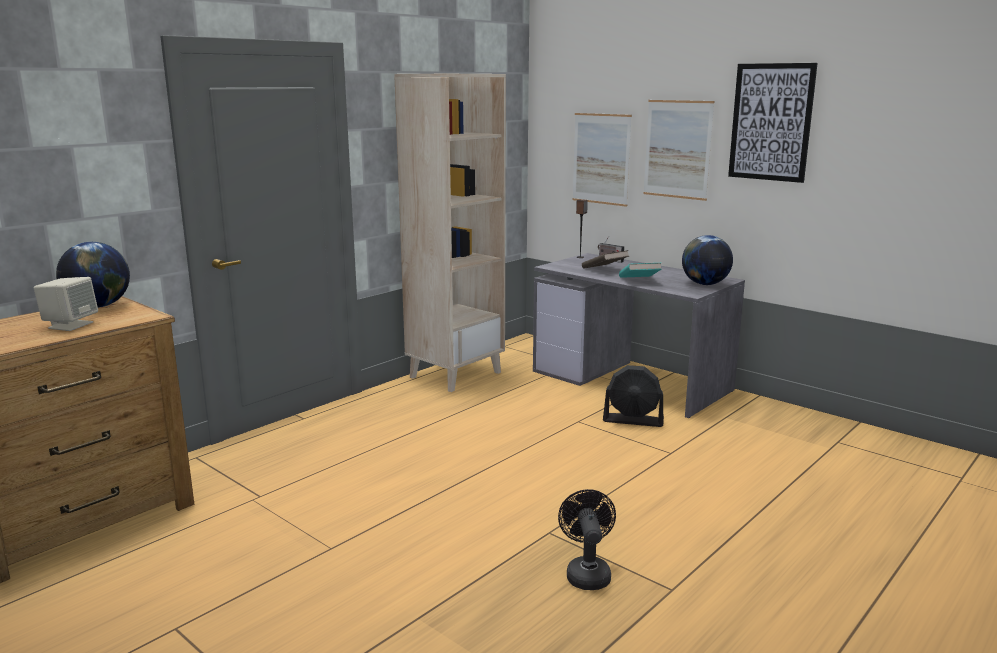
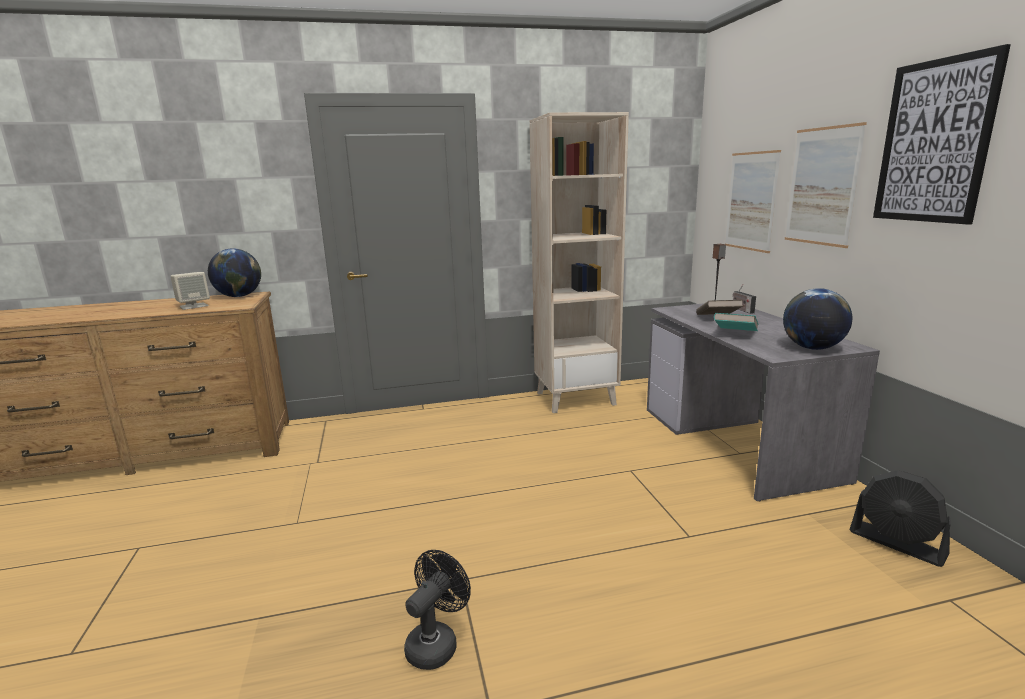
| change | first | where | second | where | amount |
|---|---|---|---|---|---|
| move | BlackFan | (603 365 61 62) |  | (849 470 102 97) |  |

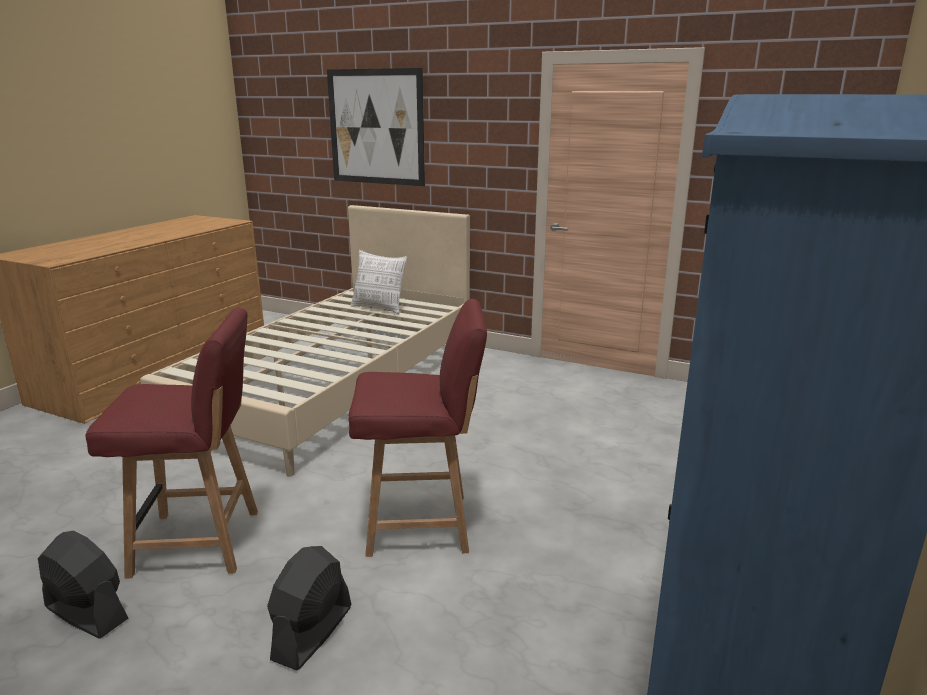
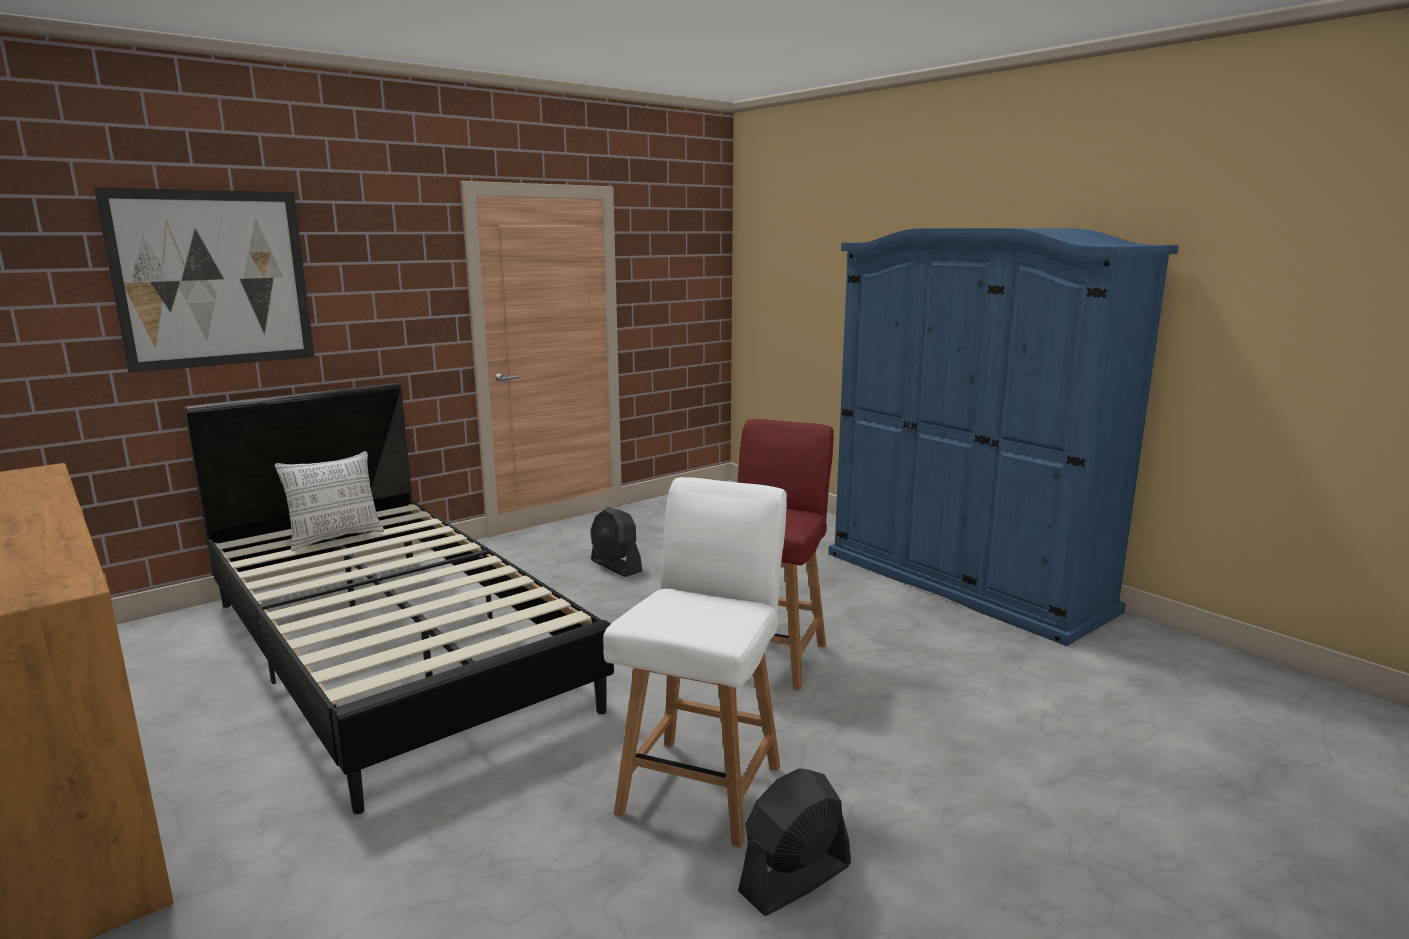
| change | first | where | second | where | amount |
|---|---|---|---|---|---|
| recolor | BeigeBed | (140 205 330 272) | BlackBed | (184 383 430 431) |  |
| recolor | RedChair | (86 308 172 271) | WhiteChair | (603 477 184 371) |  |
| move | BlackFan | (267 546 84 124) |  | (591 507 51 70) |  |

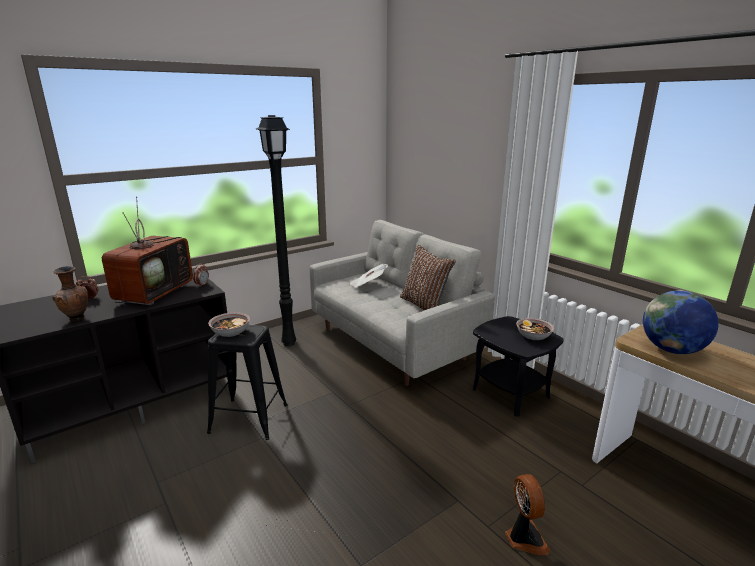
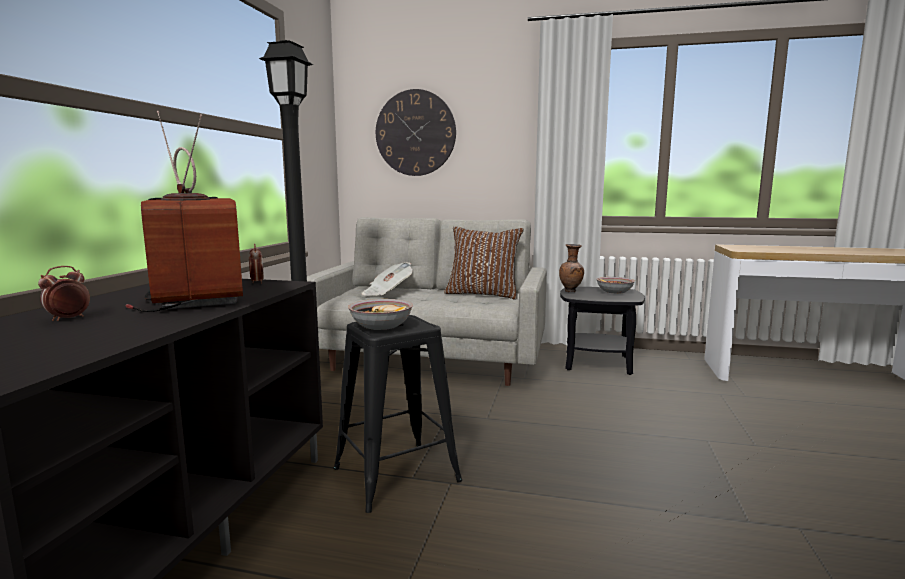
| change | first | where | second | where | amount |
|---|---|---|---|---|---|
| move | BrownVase | (52 266 36 55) |  | (559 244 25 48) |  |
| delete | Globe | (643 290 76 64) |  |  |  |
| delete | Fan | (505 474 46 81) |  |  |  |
| insert |  |  | WallClock | (376 89 80 87) |  |

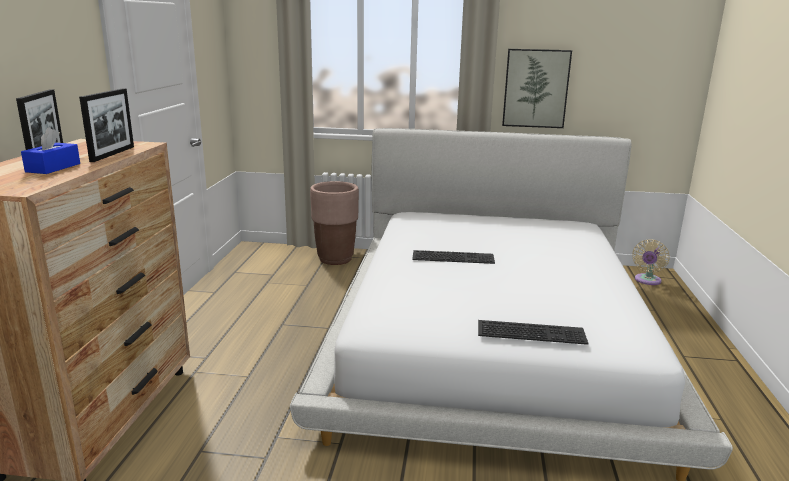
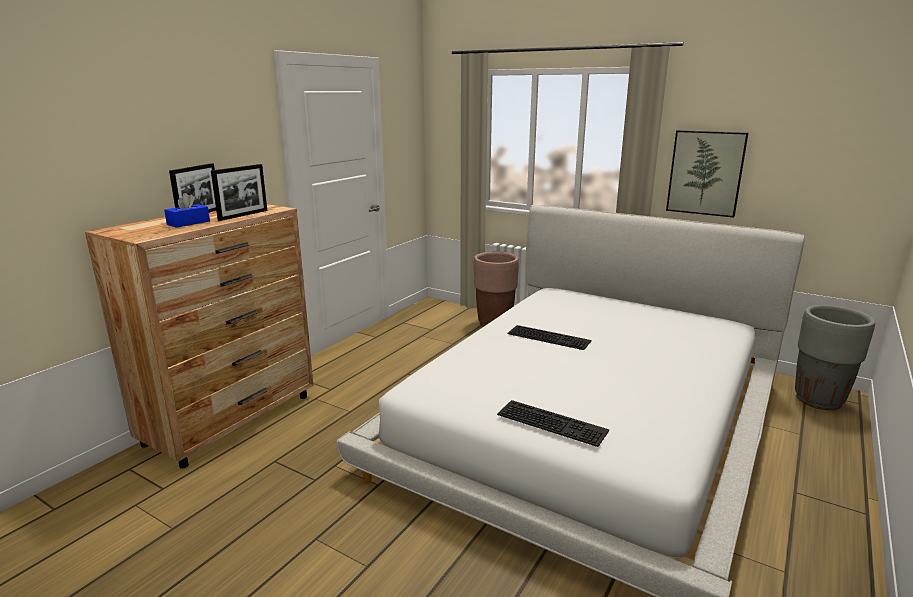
| change | first | where | second | where | amount |
|---|---|---|---|---|---|
| replace | BeigeFan | (632 239 38 46) | GreyPlanter | (795 305 80 105) |  |

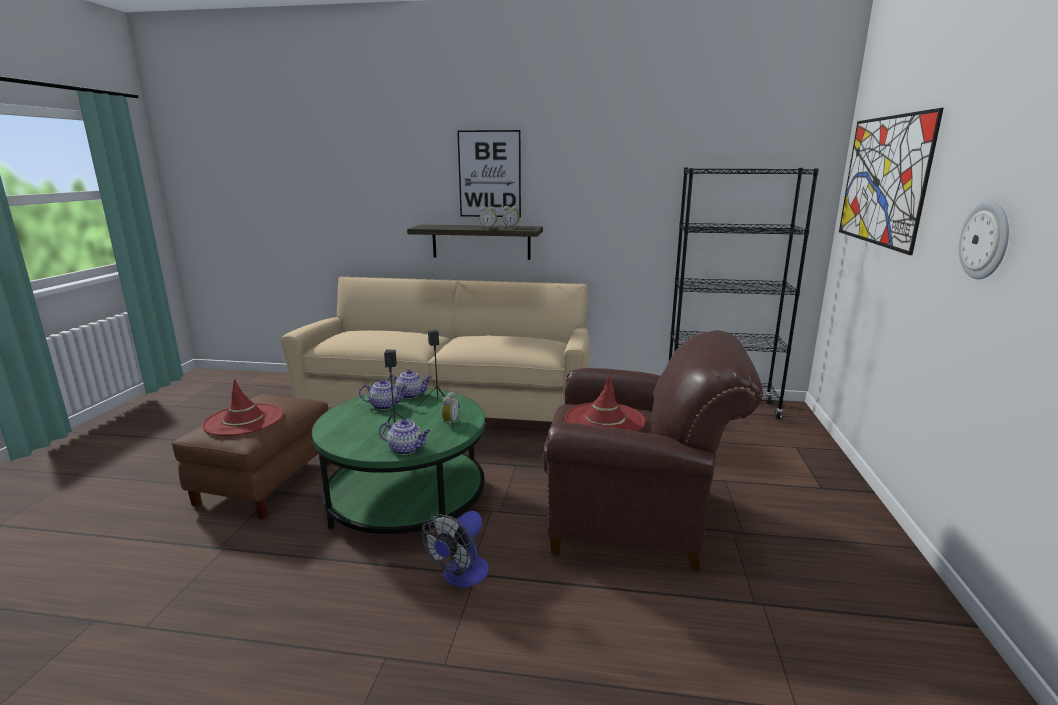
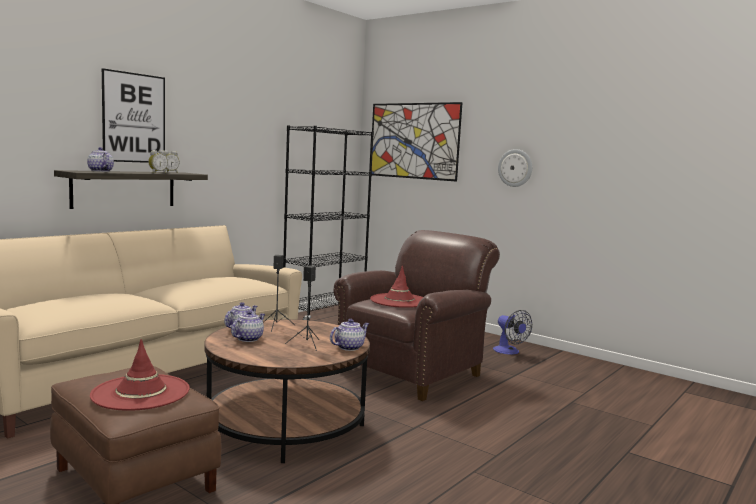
| change | first | where | second | where | amount |
|---|---|---|---|---|---|
| recolor | GreenCoffeeTable | (312 389 173 145) | BrownCoffeeTable | (204 319 166 144) |  |
| delete | AlarmClock | (441 392 18 35) |  |  |  |
| move | Fan | (422 511 67 76) |  | (493 310 39 45) |  |
| insert |  |  | Teapot | (87 147 27 25) |  |

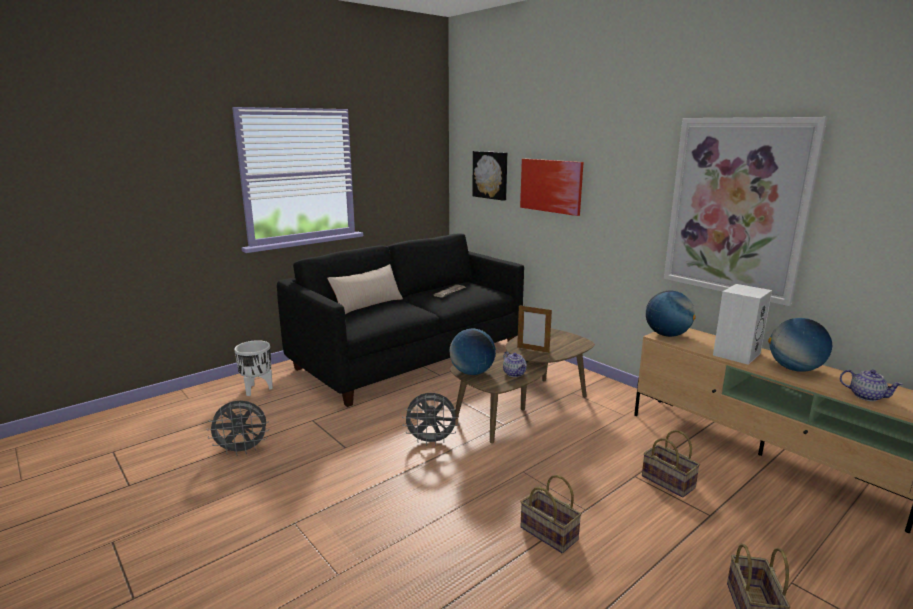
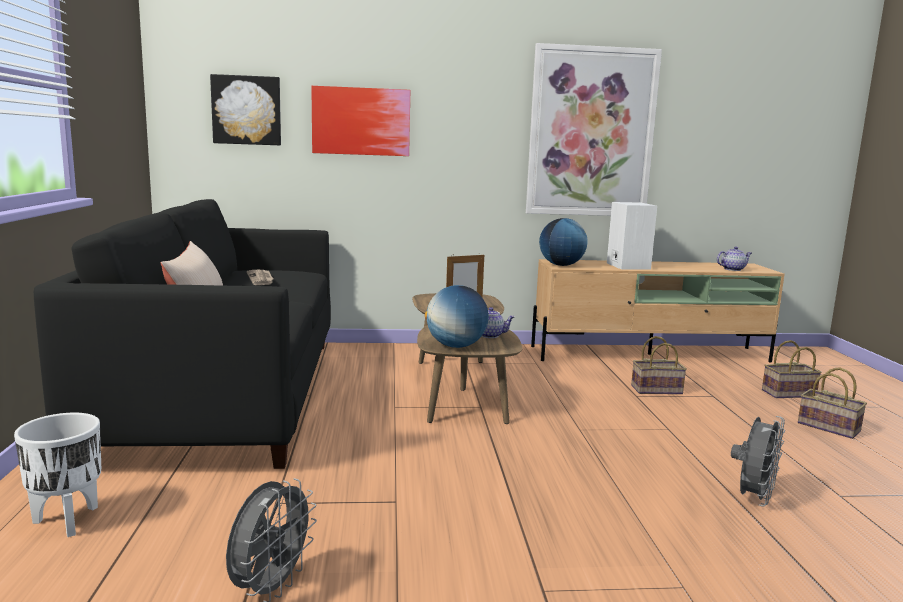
| change | first | where | second | where | amount |
|---|---|---|---|---|---|
| delete | Globe | (768 318 64 54) |  |  |  |
| move | GreyFan | (402 393 57 53) |  | (731 416 54 90) |  |
| move | Basket | (520 475 62 78) |  | (762 340 60 58) |  |

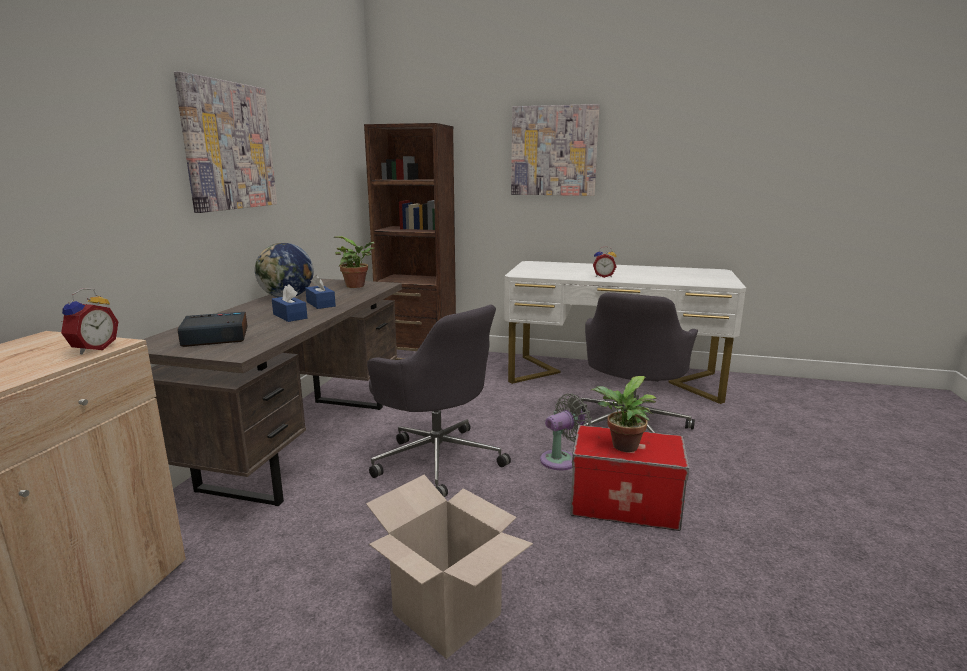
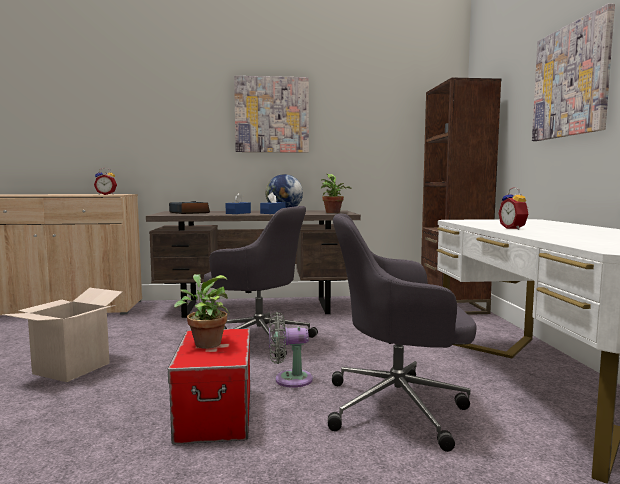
| change | first | where | second | where | amount |
|---|---|---|---|---|---|
| rotate | GreyOfficeChair | (367 305 144 192) |  | (204 206 114 153) | 90 degrees counterclockwise |
| rotate | GreyFan | (540 393 52 77) |  | (269 312 44 76) | 135 degrees clockwise |

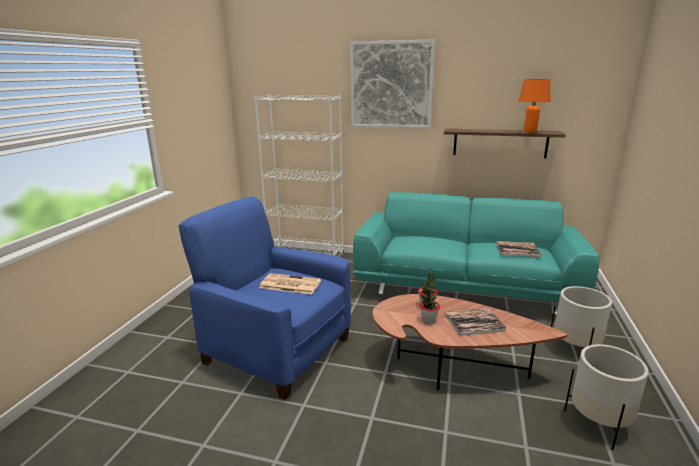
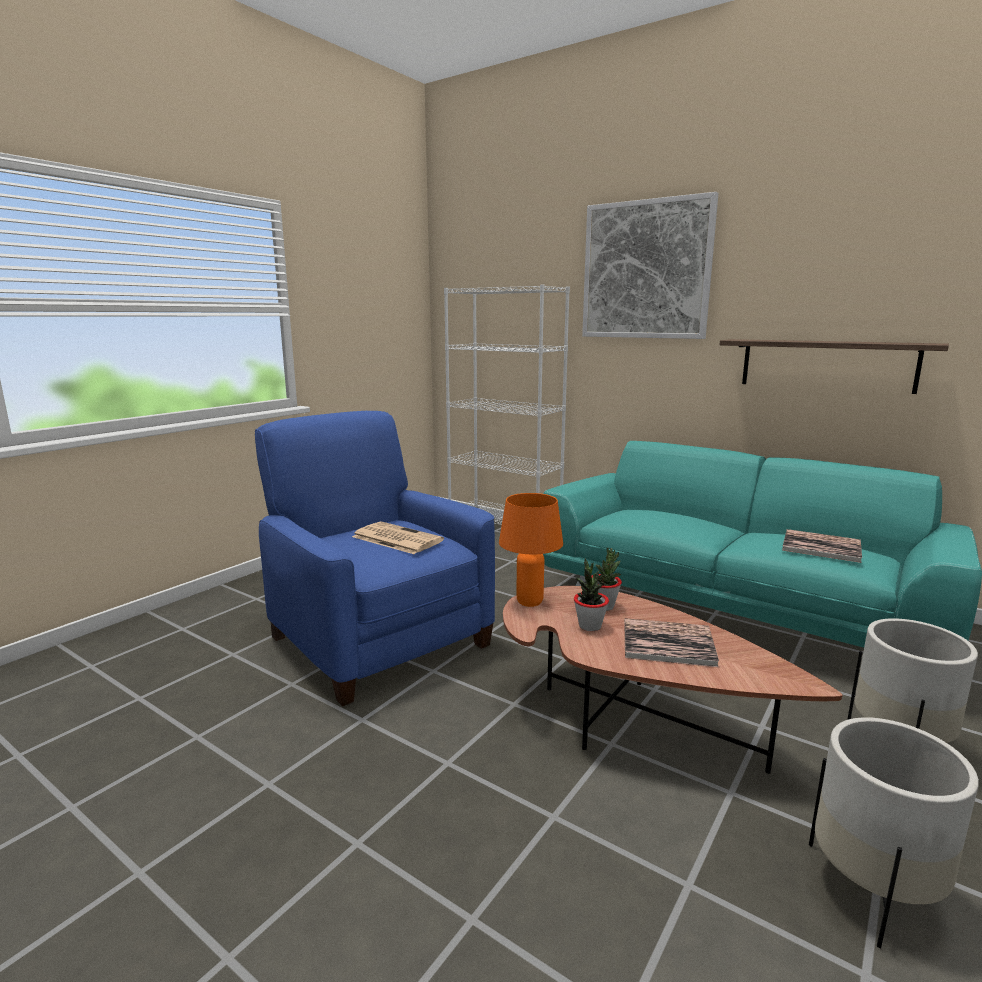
| change | first | where | second | where | amount |
|---|---|---|---|---|---|
| move | OrangeTableLamp | (519 79 32 54) |  | (499 493 64 114) |  |

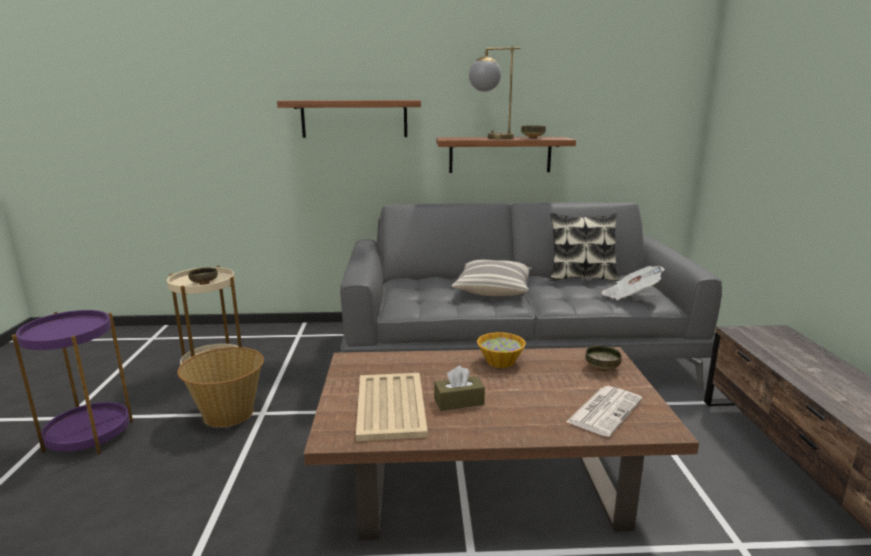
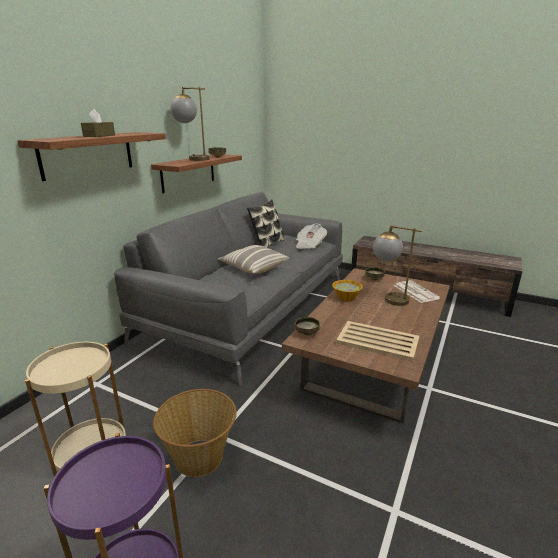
| change | first | where | second | where | amount |
|---|---|---|---|---|---|
| move | Bowl | (188 267 30 18) |  | (295 317 25 19) |  |
| move | BrownTissueBox | (434 366 51 45) |  | (81 109 34 28) |  |
| insert |  |  | TableLamp | (373 225 49 81) |  |

